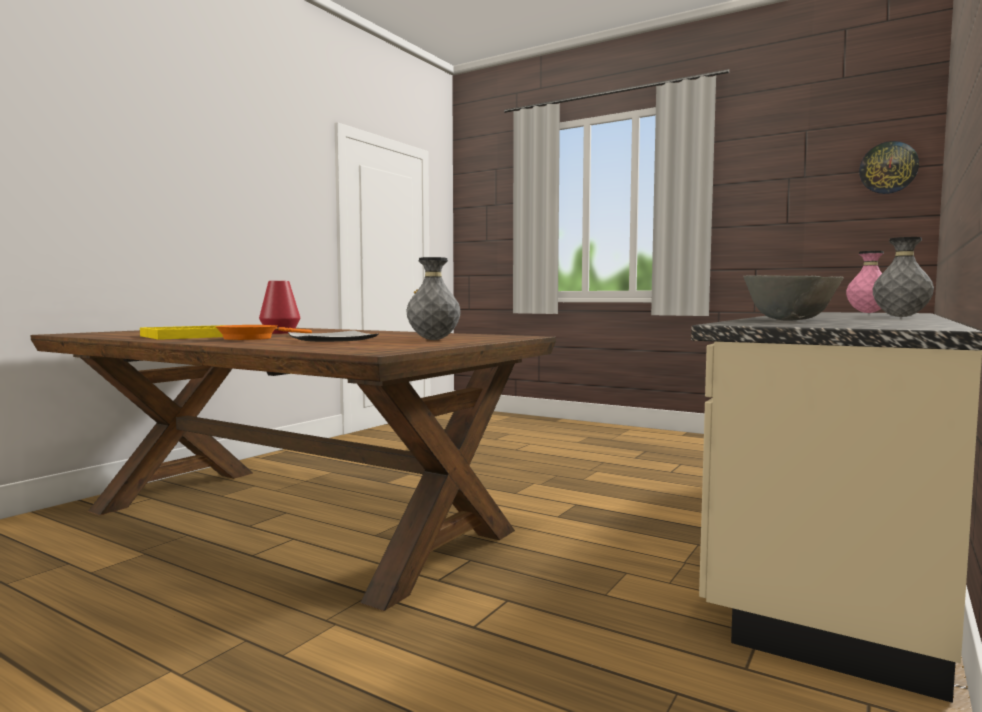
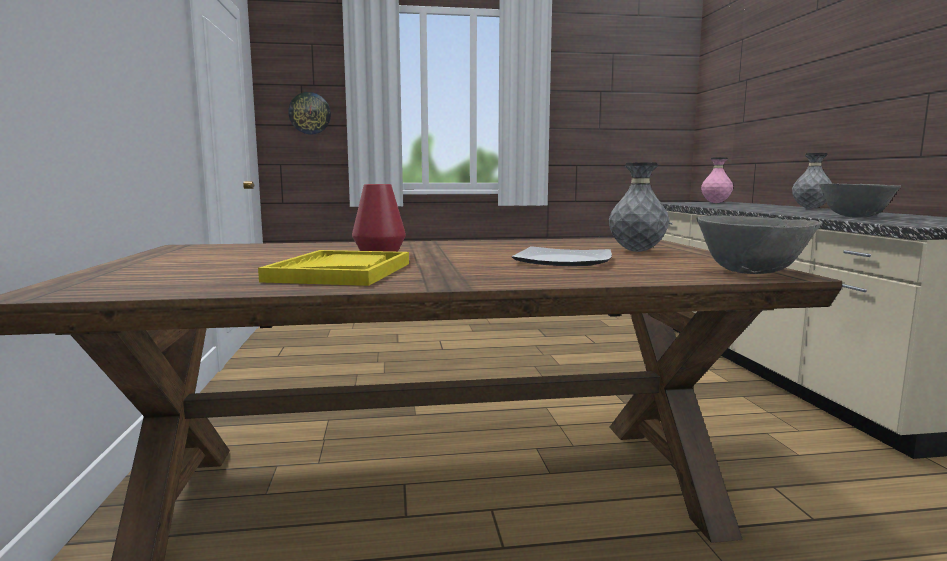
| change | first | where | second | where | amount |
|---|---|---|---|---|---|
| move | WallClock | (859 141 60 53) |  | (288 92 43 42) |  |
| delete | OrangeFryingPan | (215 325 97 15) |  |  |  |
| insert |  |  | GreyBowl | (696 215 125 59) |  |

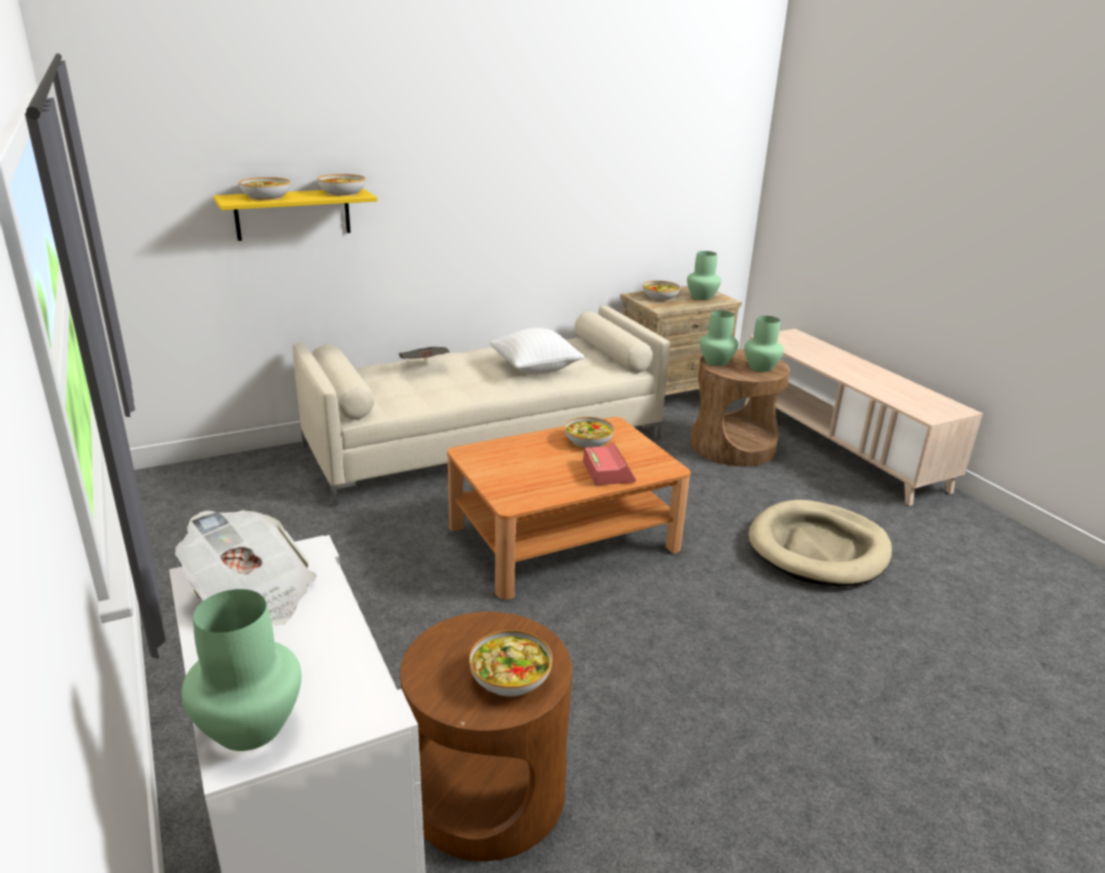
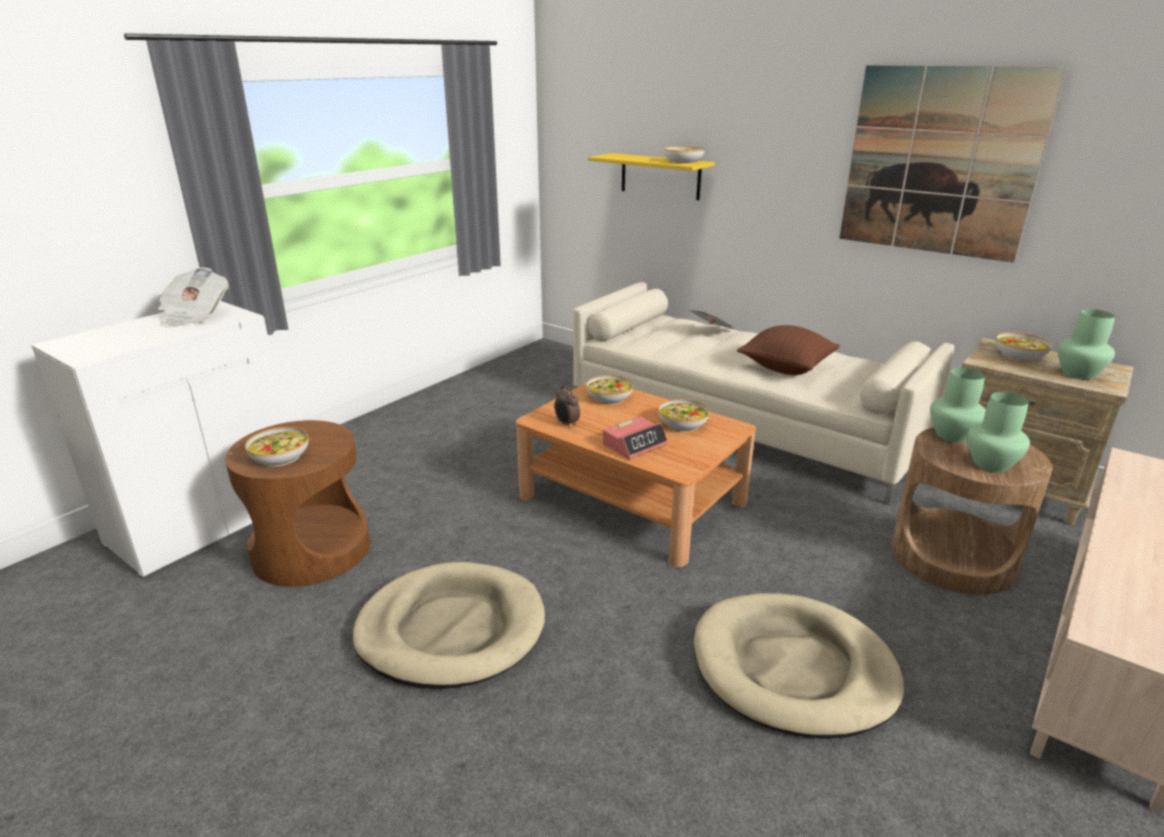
| change | first | where | second | where | amount |
|---|---|---|---|---|---|
| move | Bowl | (239 177 51 23) |  | (586 375 47 30) |  |
| recolor | WhitePillow | (490 328 94 46) | BrownPillow | (737 325 103 50) |  |
| delete | GreenVase | (181 589 120 162) |  |  |  |
| insert |  |  | Picture | (839 65 227 198) |  |
| insert |  |  | AlarmClock | (554 386 26 42) |  |
| insert |  |  | BeigeDogBed | (352 562 193 127) |  |

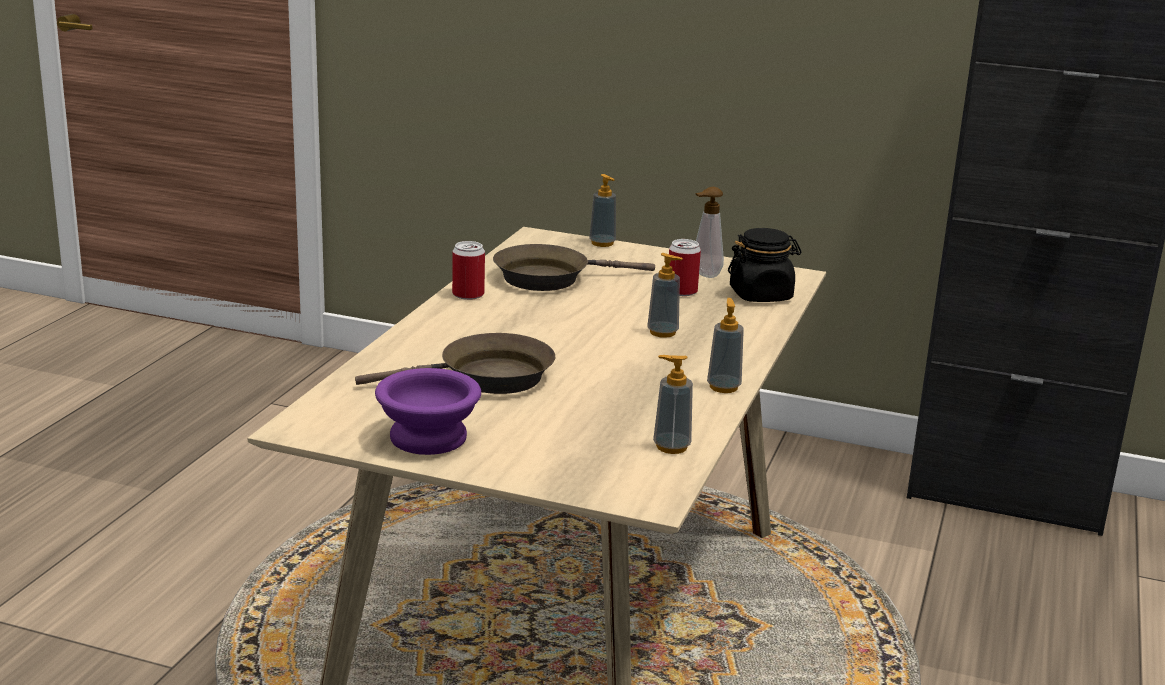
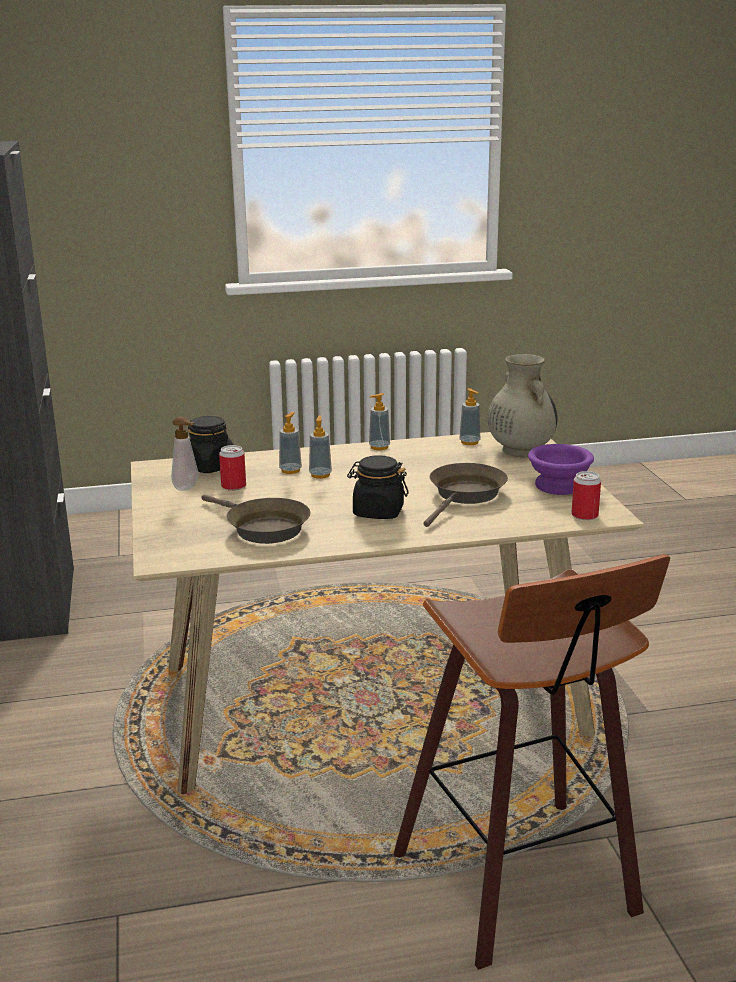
| change | first | where | second | where | amount |
|---|---|---|---|---|---|
| move | SoapDispenser | (589 174 27 73) |  | (279 412 23 62) |  |
| move | Can | (452 241 33 59) |  | (571 471 30 49) |  |
| rotate | BrownFryingPan | (355 333 200 61) |  | (423 463 85 64) | 75 degrees clockwise |
| insert |  |  | BeigeVase | (488 354 70 103) |  |
| insert |  |  | BlackJar | (347 455 62 64) |  |
| insert |  |  | Stool | (394 554 276 416) |  |

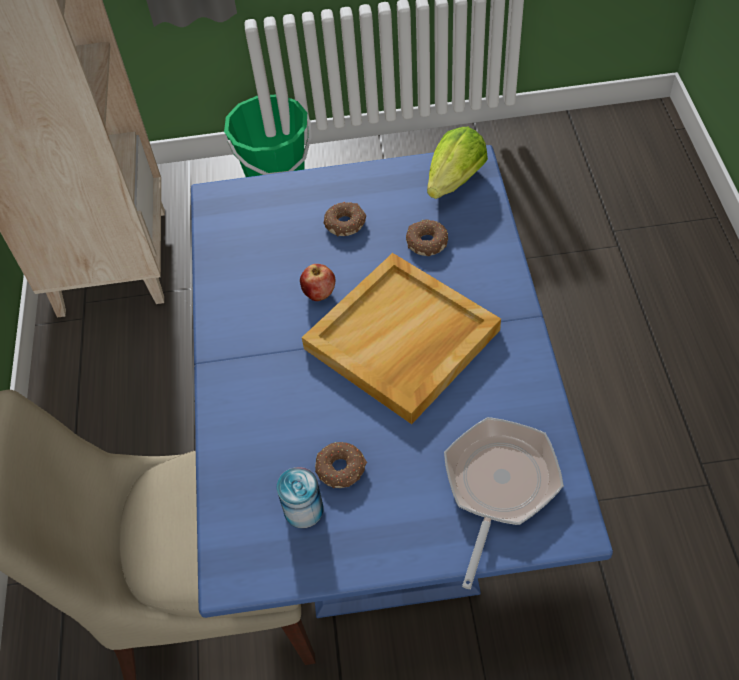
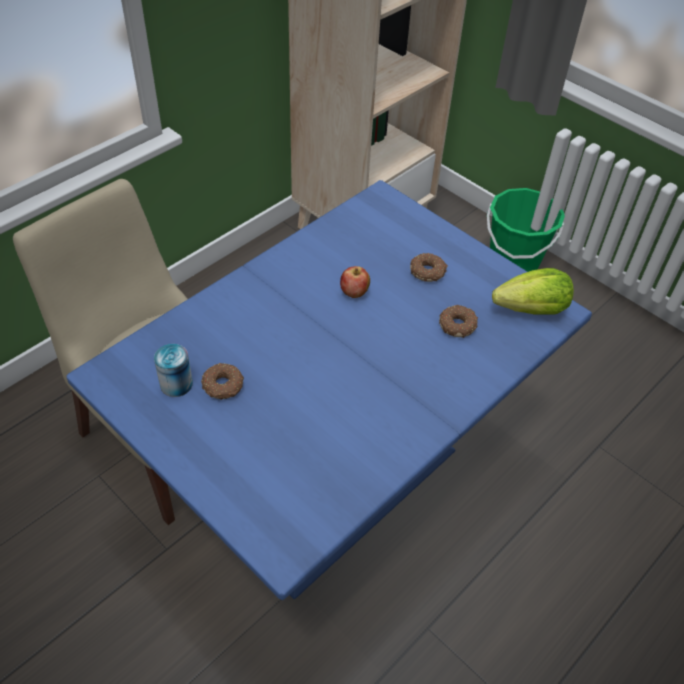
| change | first | where | second | where | amount |
|---|---|---|---|---|---|
| delete | BeigeTray | (302 253 199 171) |  |  |  |
| delete | FryingPan | (444 417 120 172) |  |  |  |

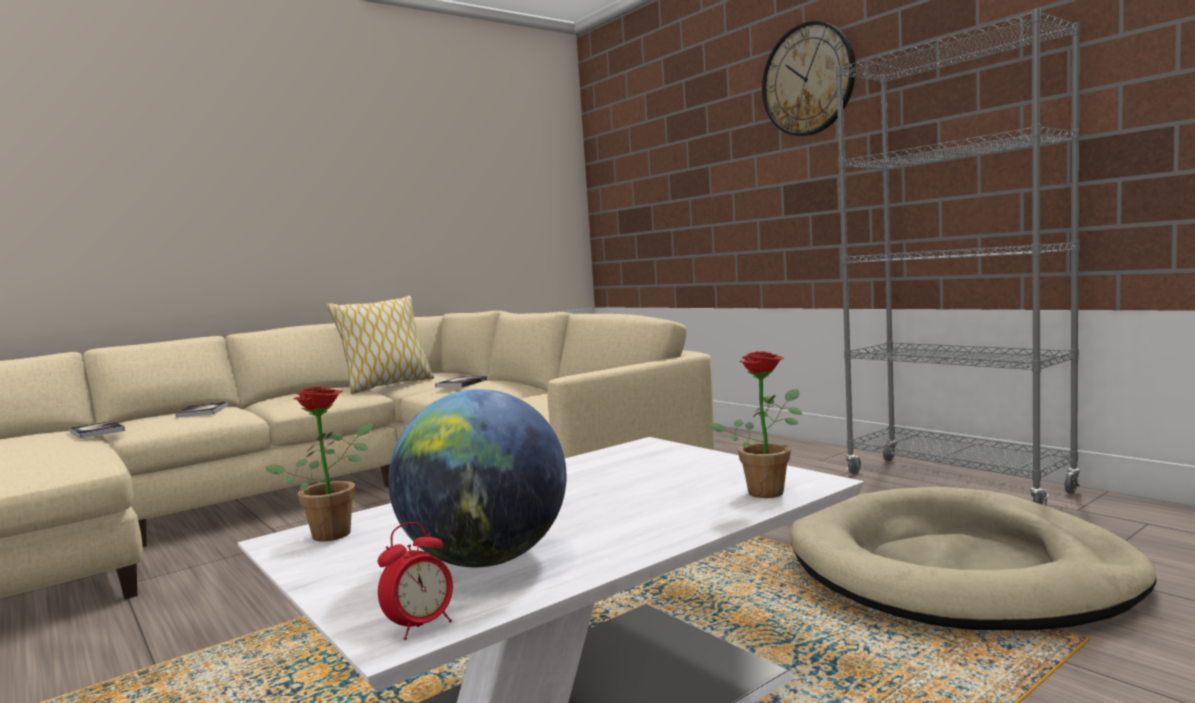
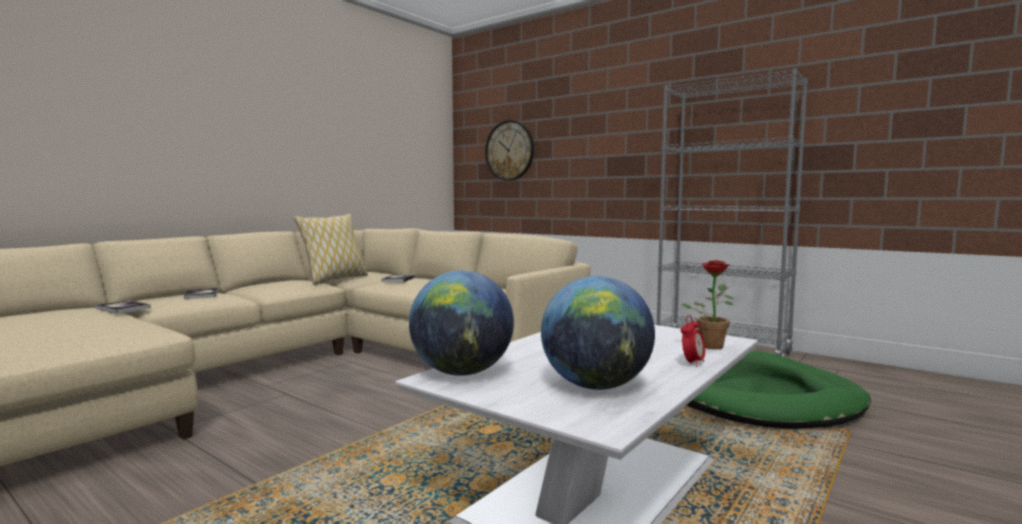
| change | first | where | second | where | amount |
|---|---|---|---|---|---|
| move | WallClock | (762 21 94 115) |  | (485 120 49 61) |  |
| replace | PottedPlant | (265 387 108 154) | Globe | (409 270 105 106) |  |
| recolor | BeigeDogBed | (790 487 366 143) | GreenDogBed | (687 351 184 78) |  |
| move | AlarmClock | (378 522 75 118) |  | (681 315 24 52) |  |

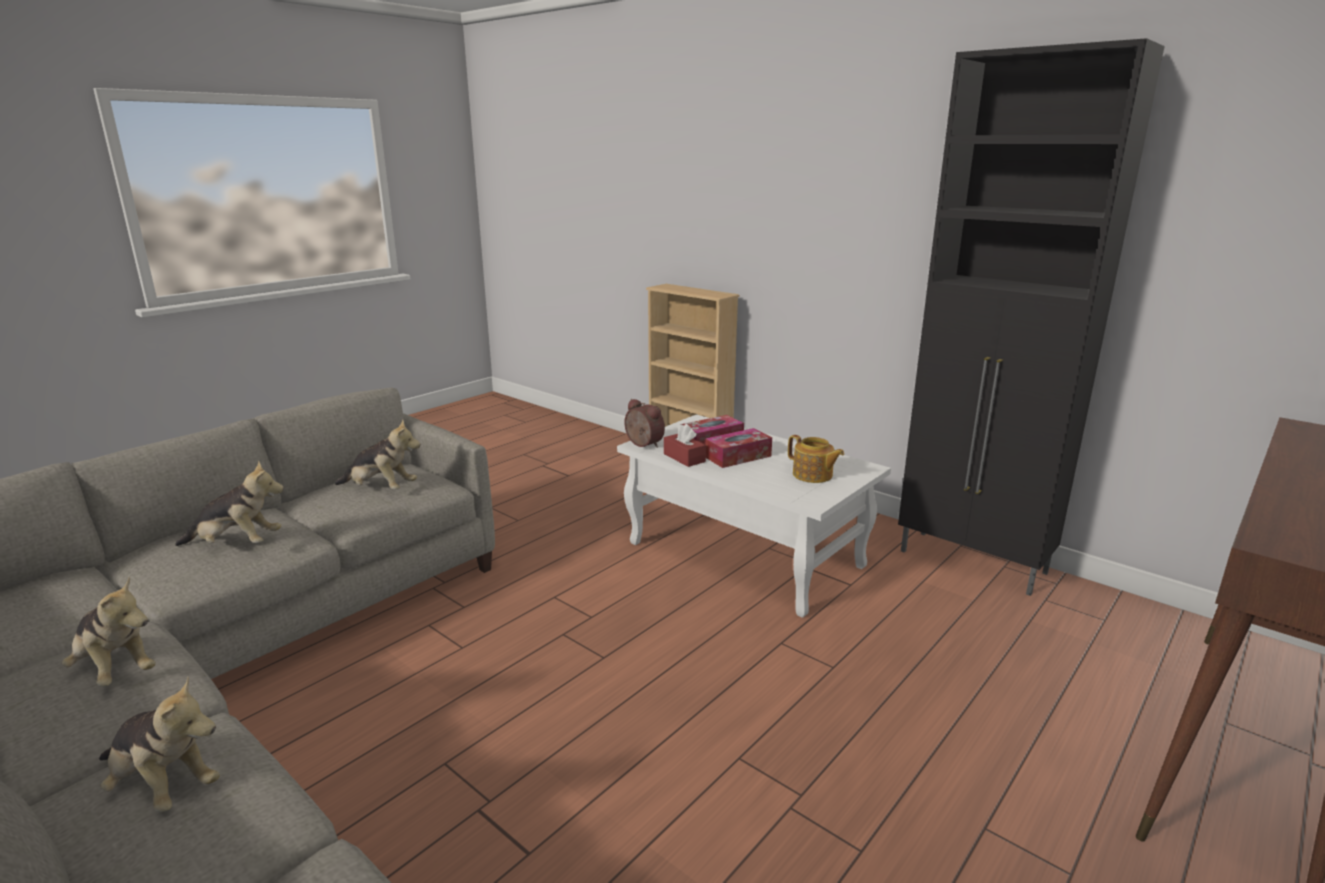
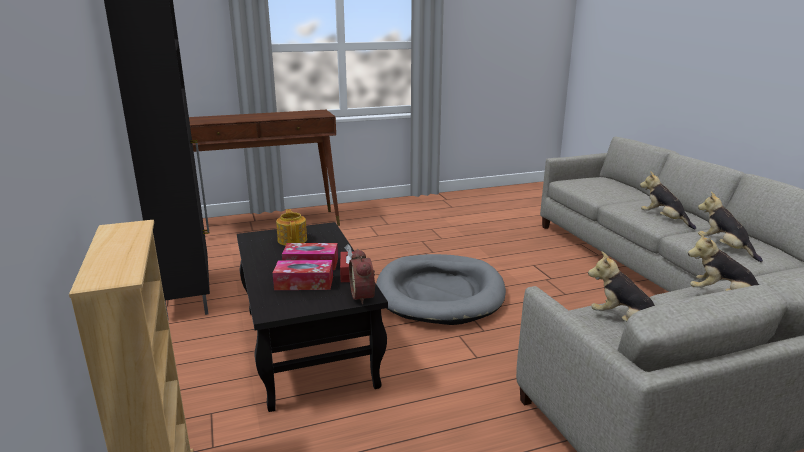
| change | first | where | second | where | amount |
|---|---|---|---|---|---|
| recolor | WhiteCoffeeTable | (617 414 274 204) | BlackCoffeeTable | (237 222 151 190) |  |
| insert |  |  | GreyDogBed | (376 254 130 71) |  |

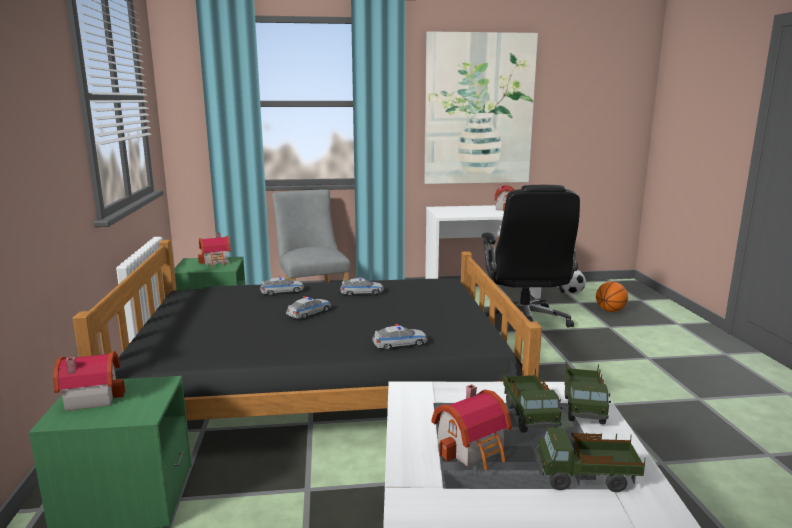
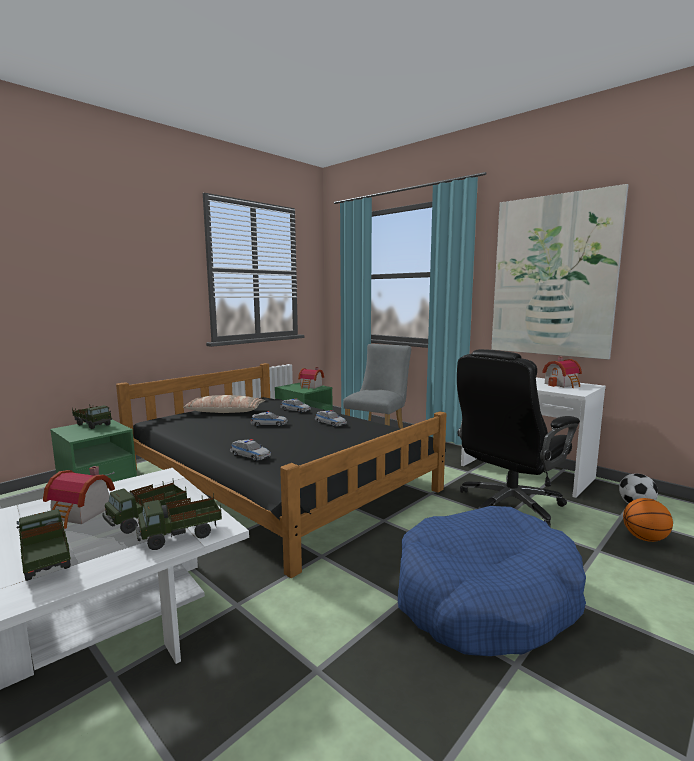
| change | first | where | second | where | amount |
|---|---|---|---|---|---|
| replace | ToyHouse | (53 351 72 60) | ToyTruck | (72 404 40 25) |  |
| insert |  |  | Pillow | (183 395 82 18) |  |
| insert |  |  | BlueDogBed | (398 506 188 150) |  |

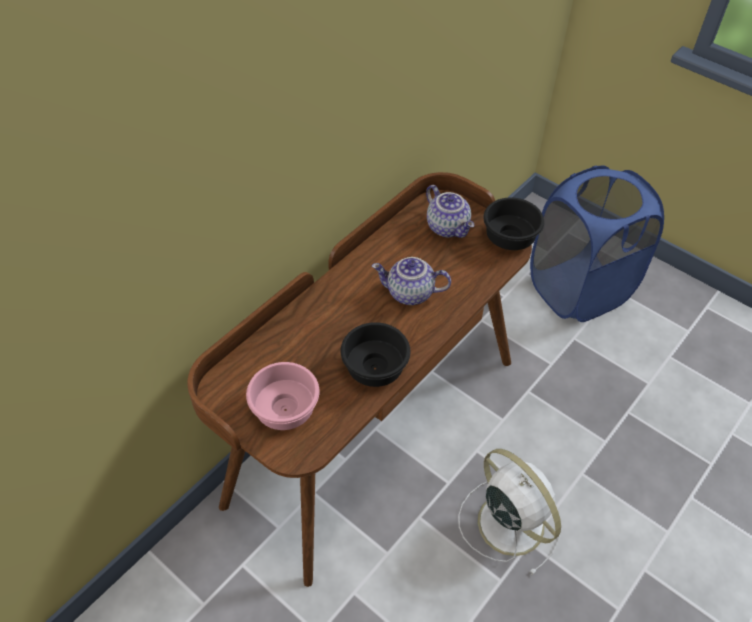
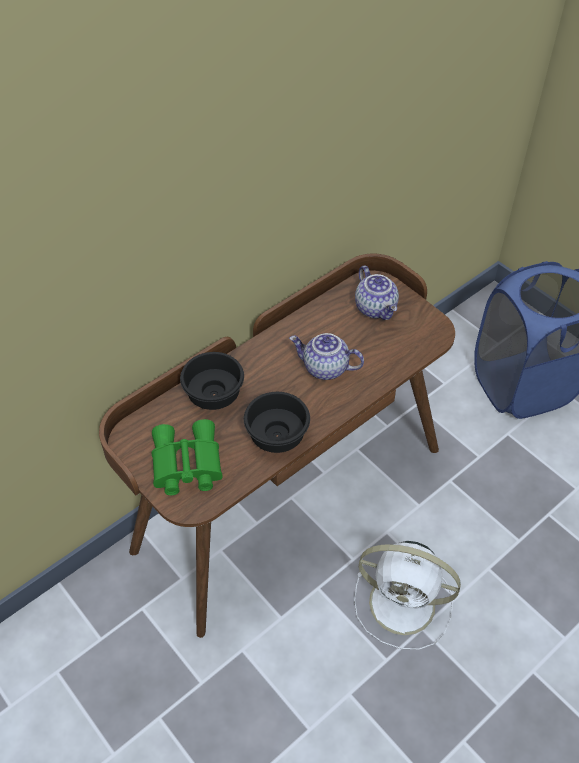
| change | first | where | second | where | amount |
|---|---|---|---|---|---|
| move | BlackBowl | (483 197 61 53) |  | (180 352 64 58) |  |
| replace | PinkBowl | (246 362 73 68) | GreenBinoculars | (152 419 71 76) |  |
| rotate | WhiteFan | (458 449 103 126) |  | (354 541 107 109) | 135 degrees clockwise |

